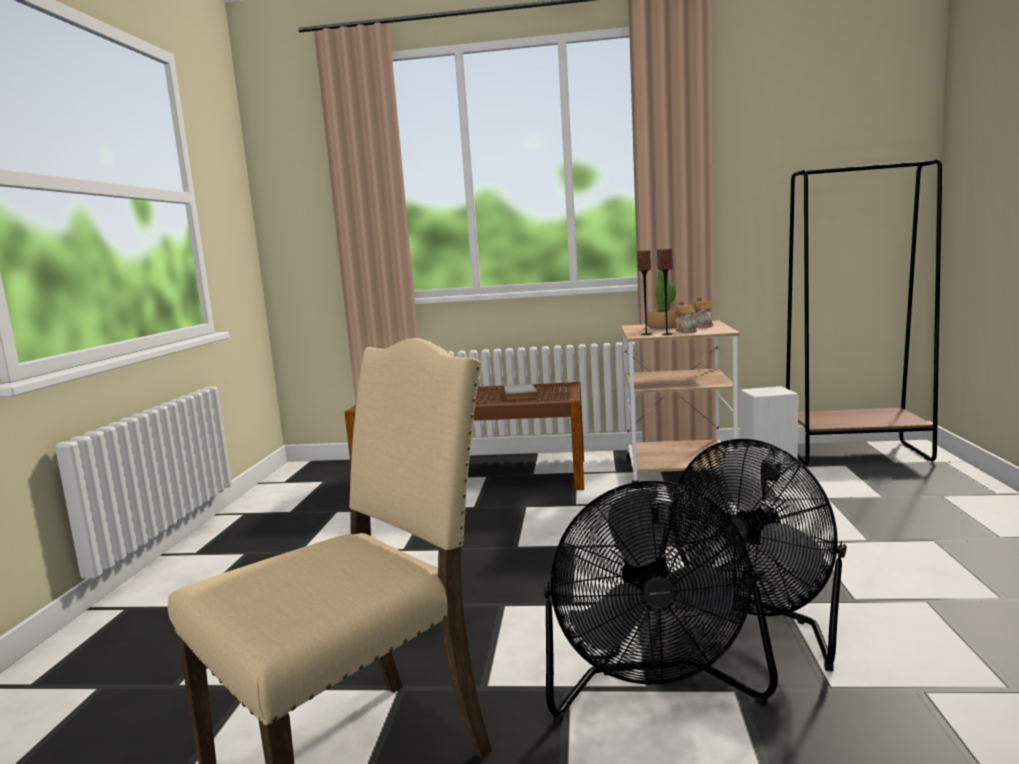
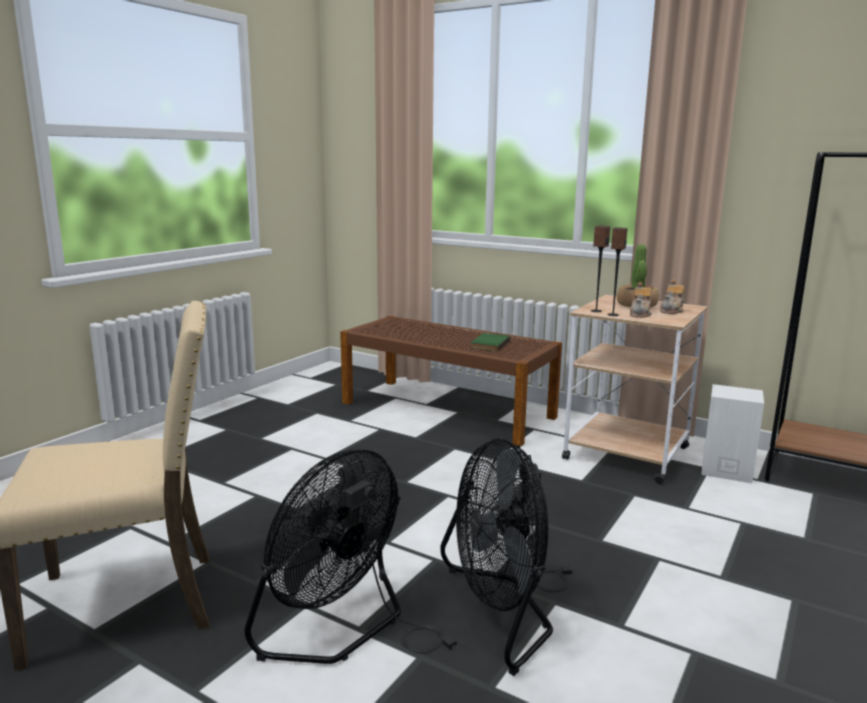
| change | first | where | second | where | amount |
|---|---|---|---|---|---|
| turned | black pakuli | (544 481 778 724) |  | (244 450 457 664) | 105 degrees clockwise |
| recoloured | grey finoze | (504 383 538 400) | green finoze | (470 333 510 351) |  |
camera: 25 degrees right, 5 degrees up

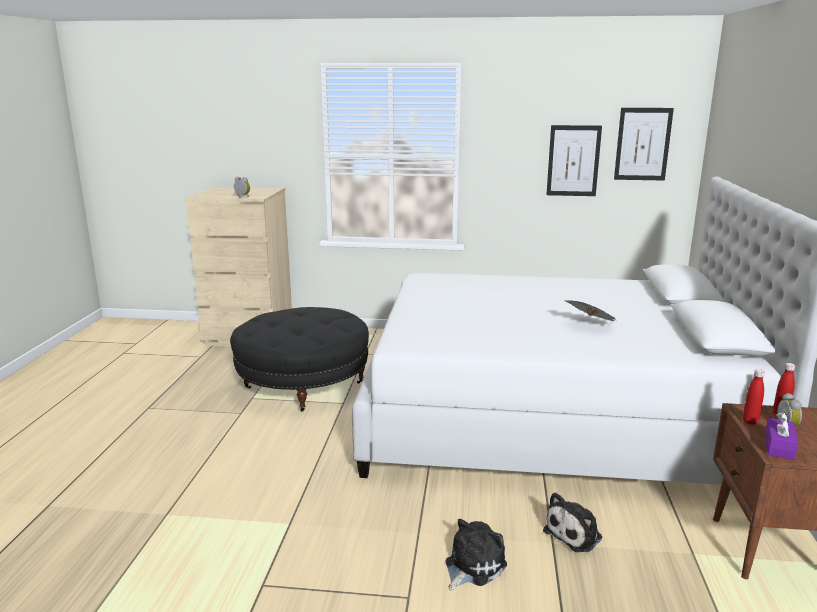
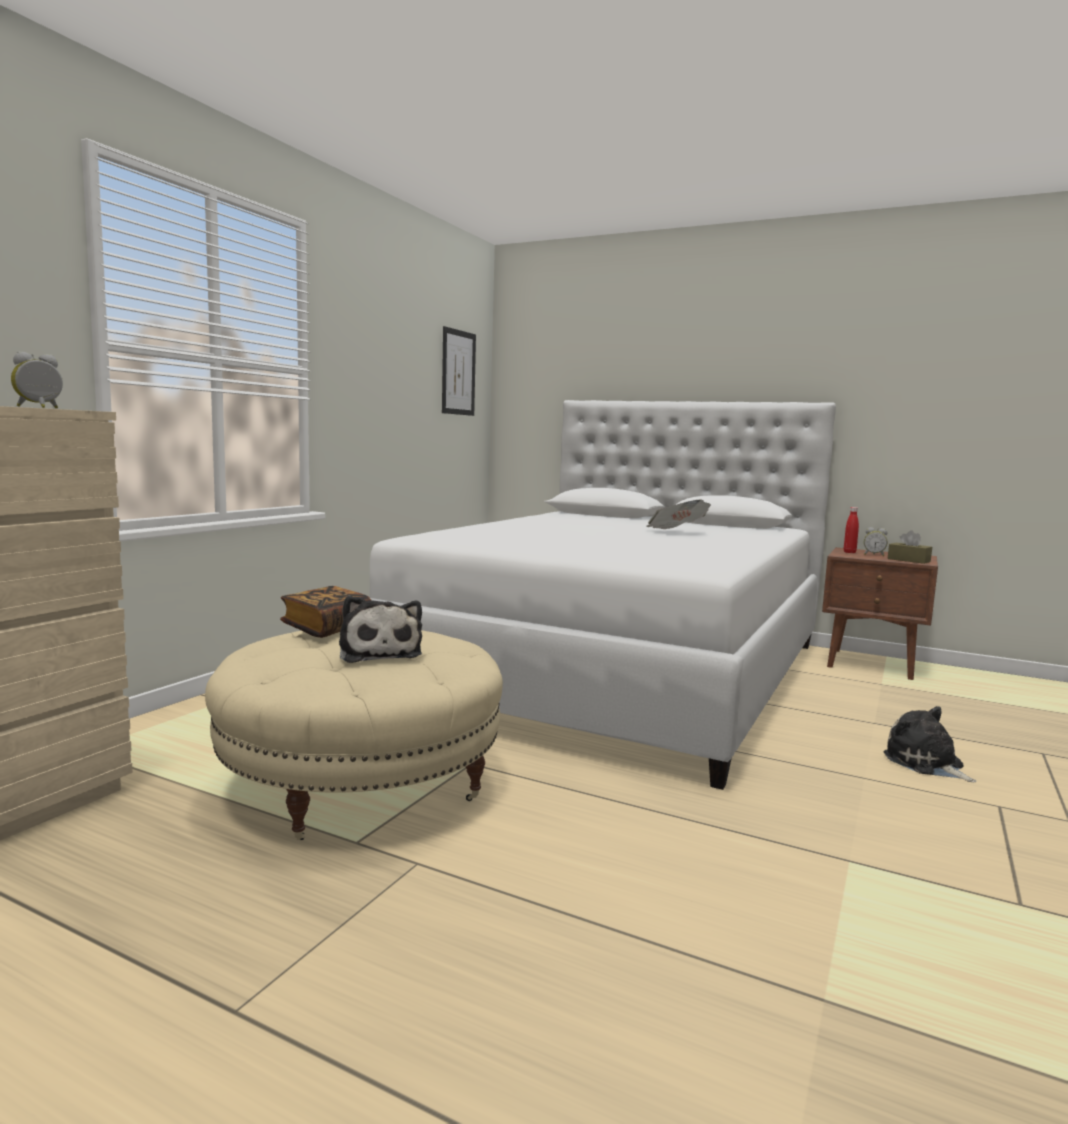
| change | first | where | second | where | amount |
|---|---|---|---|---|---|
| recoloured | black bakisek | (230 307 369 412) | beige bakisek | (205 630 503 840) |  |
| added |  |  | finoze | (280 586 372 638) |  |
| moved | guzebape | (543 492 602 552) |  | (339 595 422 663) |  |
| recoloured | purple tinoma | (765 412 798 460) | brown tinoma | (887 530 932 564) |  |
| removed | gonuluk | (547 125 602 196) |  |  |  |
| removed | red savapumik | (743 369 765 425) |  |  |  |
camera: 70 degrees left, 10 degrees down

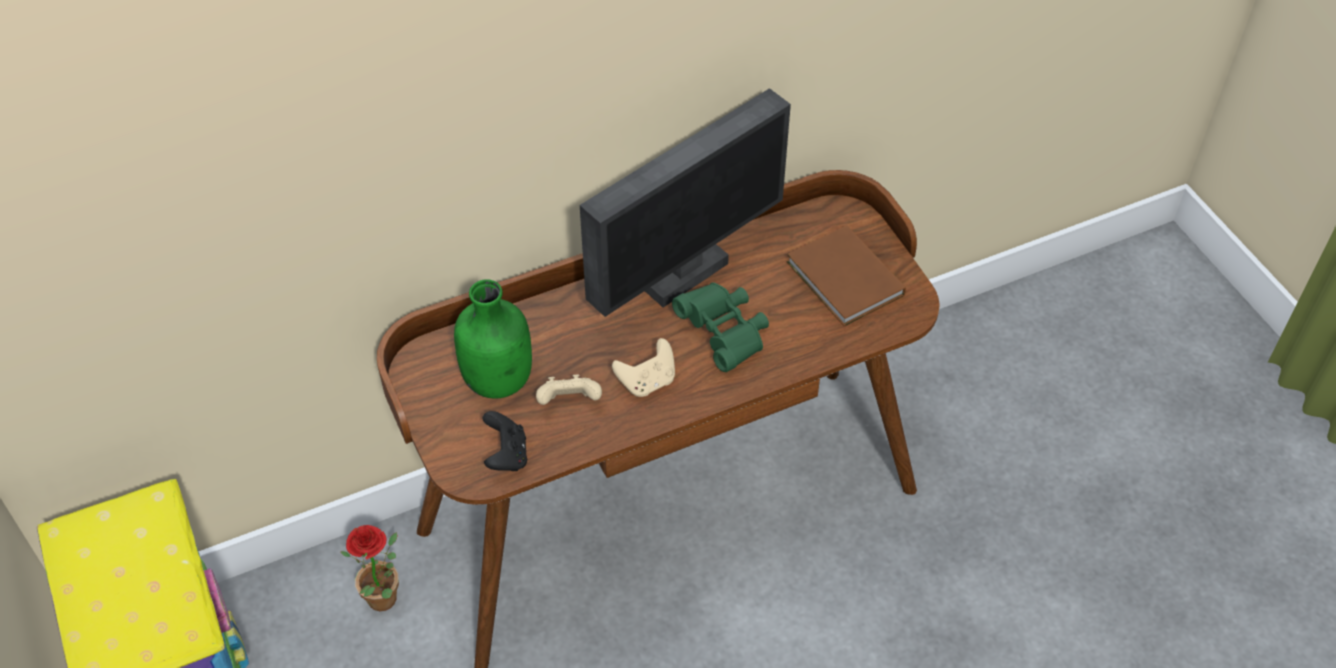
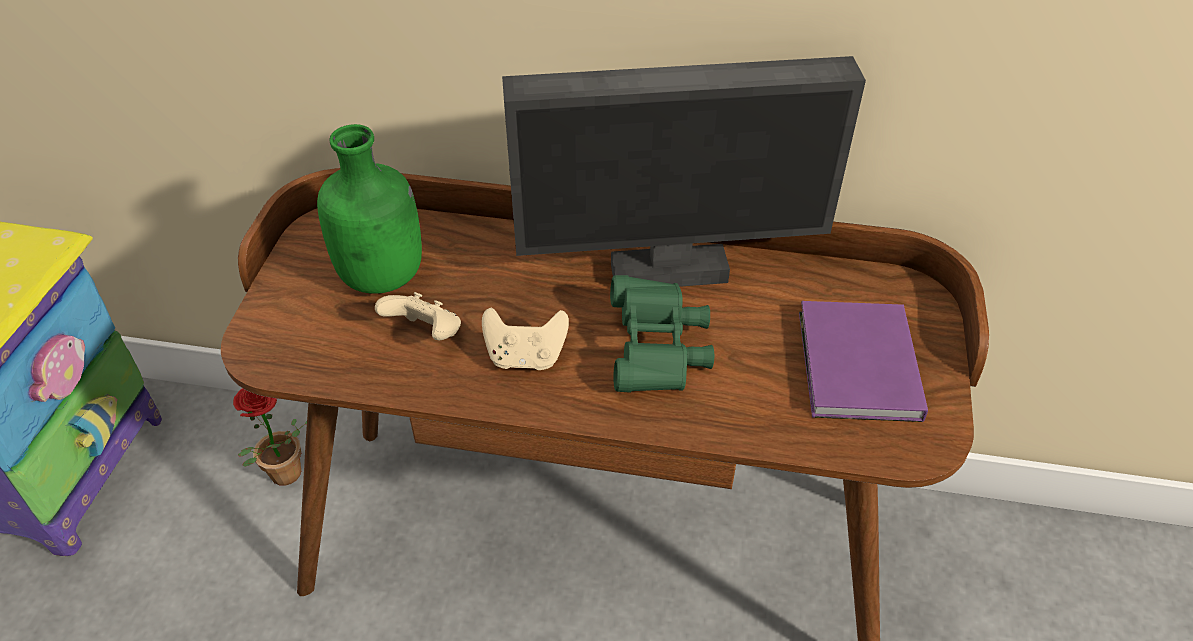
| change | first | where | second | where | amount |
|---|---|---|---|---|---|
| recoloured | brown finoze | (787 225 906 326) | purple finoze | (799 301 928 422) |  |
| removed | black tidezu | (482 411 527 471) |  |  |  |
camera: 35 degrees right, 5 degrees down

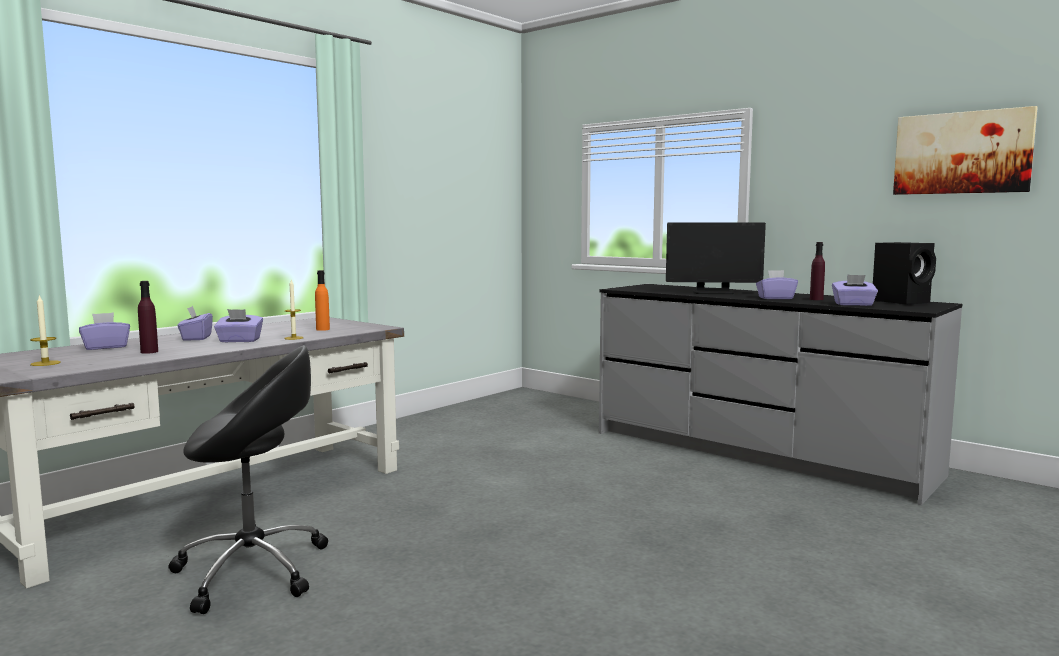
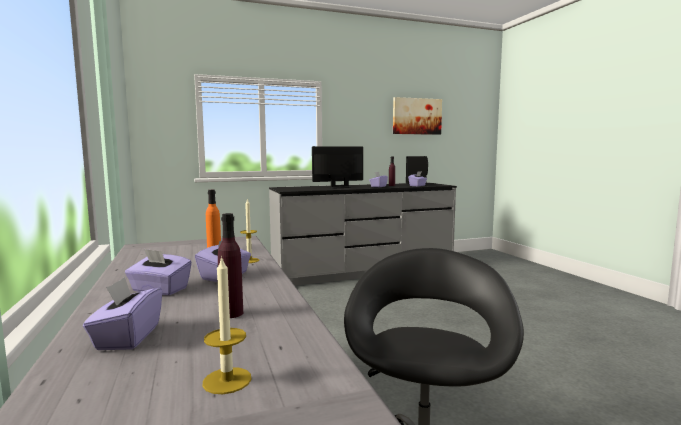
| change | first | where | second | where | amount |
|---|---|---|---|---|---|
| turned | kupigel | (666 222 766 294) |  | (312 146 363 189) | 150 degrees counterclockwise |
camera: 60 degrees left, 0 degrees up

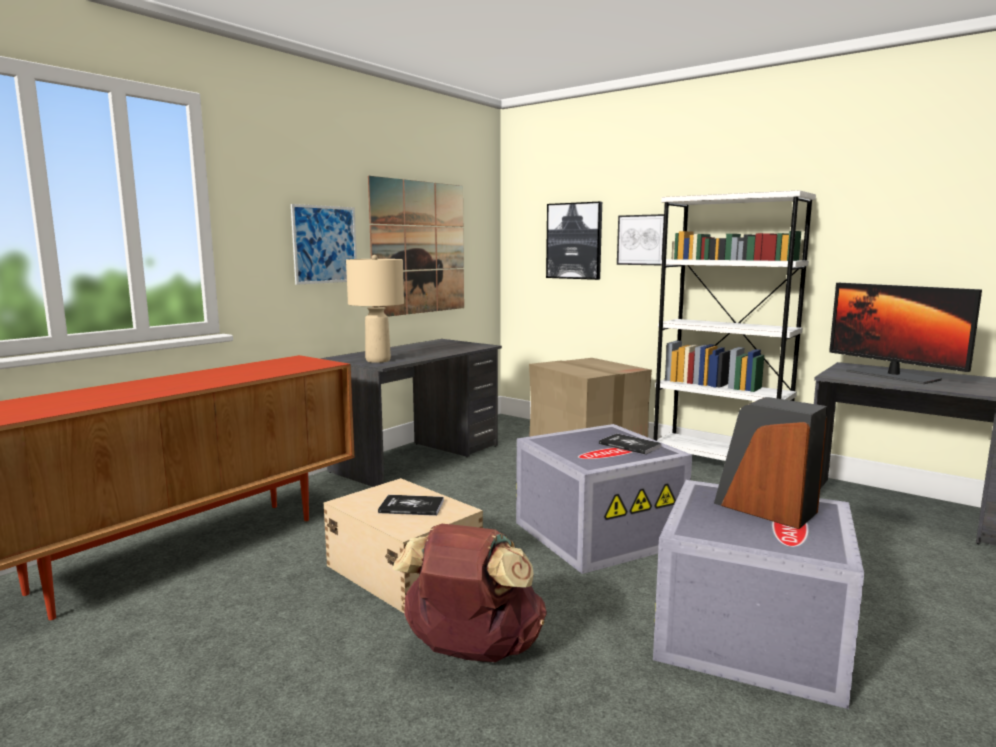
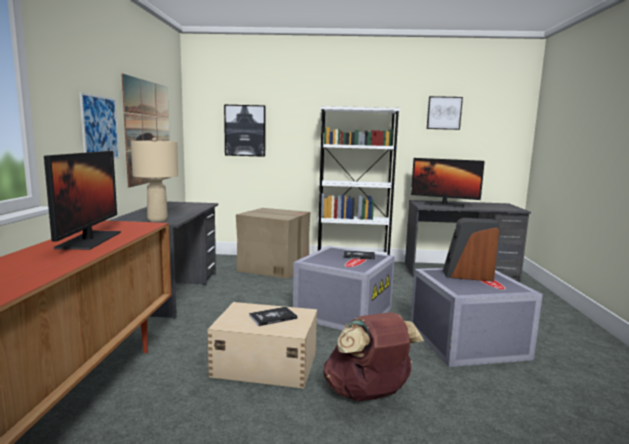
| change | first | where | second | where | amount |
|---|---|---|---|---|---|
| added |  |  | kupigel | (44 151 121 250) |  |
| moved | gonuluk | (617 214 664 266) |  | (427 96 463 130) |  |
camera: 35 degrees left, 0 degrees up

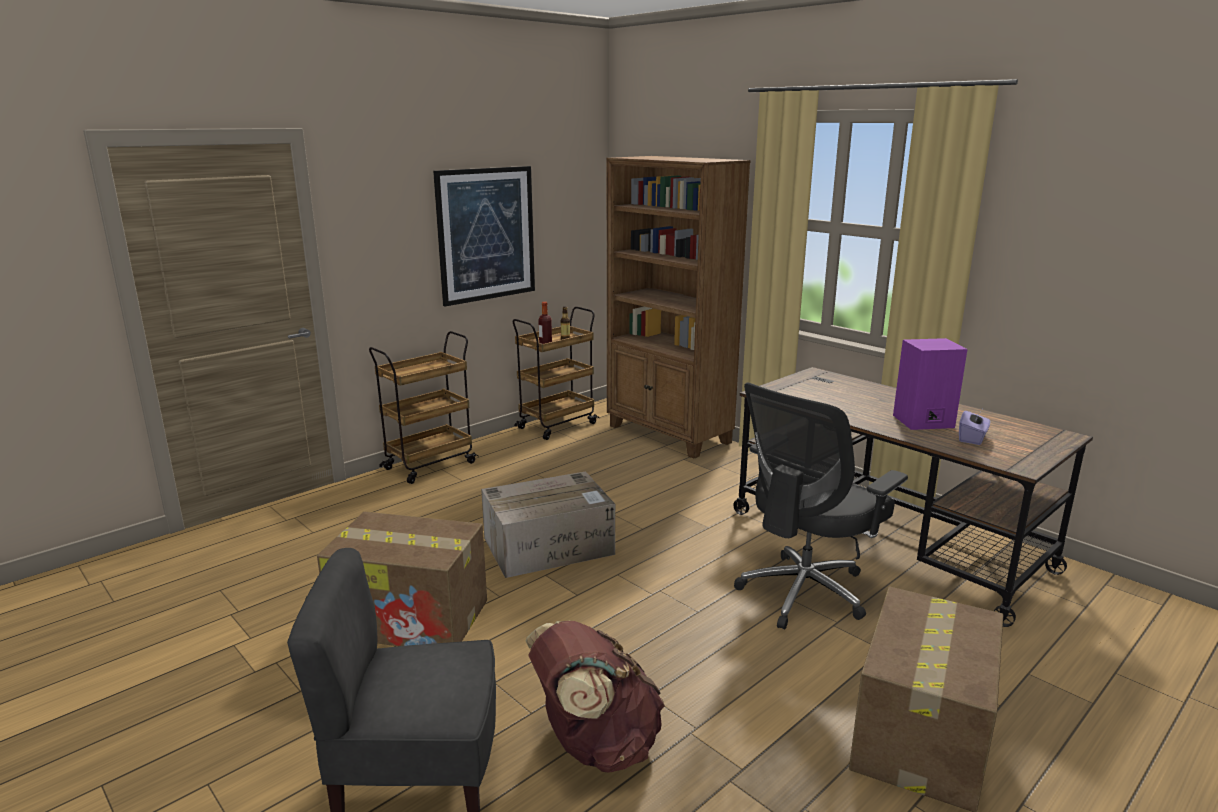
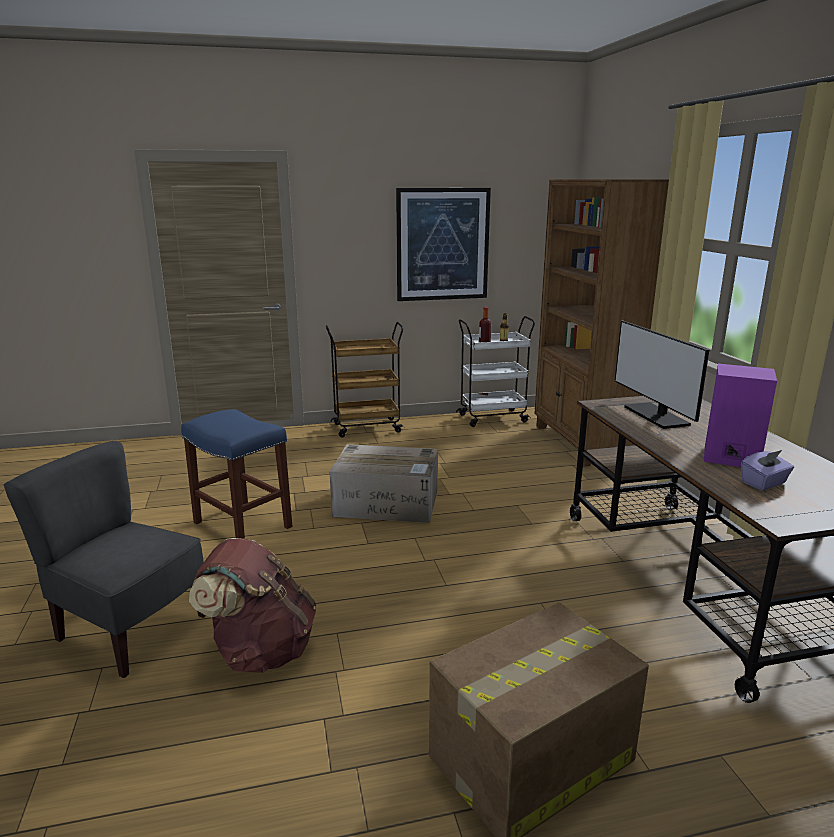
| change | first | where | second | where | amount |
|---|---|---|---|---|---|
| replaced | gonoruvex | (317 512 487 646) | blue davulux | (181 409 292 539) |  |
| recoloured | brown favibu | (513 307 599 440) | white favibu | (456 316 535 427) |  |
| added |  |  | kupigel | (615 321 709 429) |  |
| removed | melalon | (734 382 908 629) |  |  |  |
camera: 30 degrees right, 0 degrees up

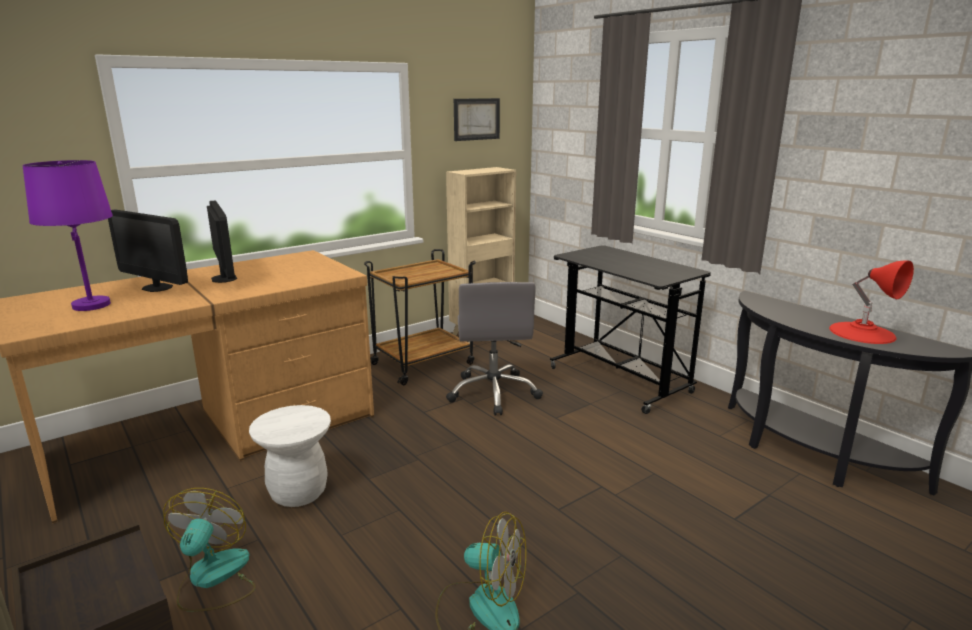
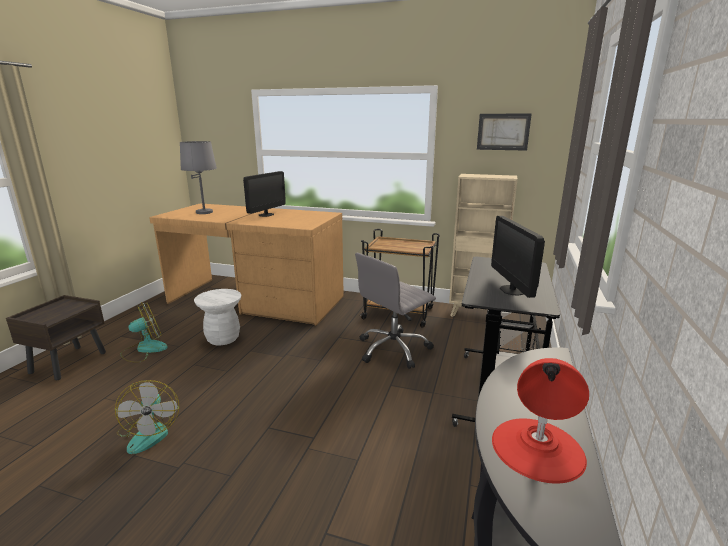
| change | first | where | second | where | amount |
|---|---|---|---|---|---|
| recoloured | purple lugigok | (22 160 113 311) | grey lugigok | (180 141 217 214) |  |
| moved | kupigel | (108 209 188 292) |  | (491 216 545 298) |  |
camera: 55 degrees right, 0 degrees up

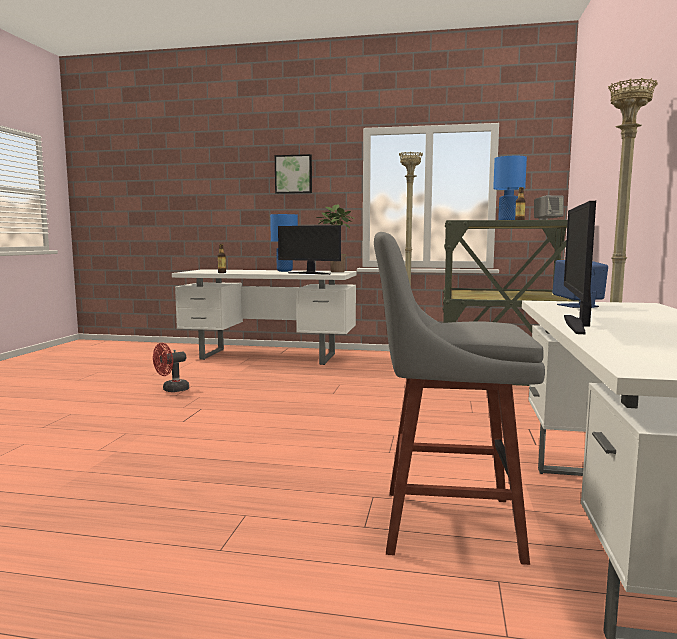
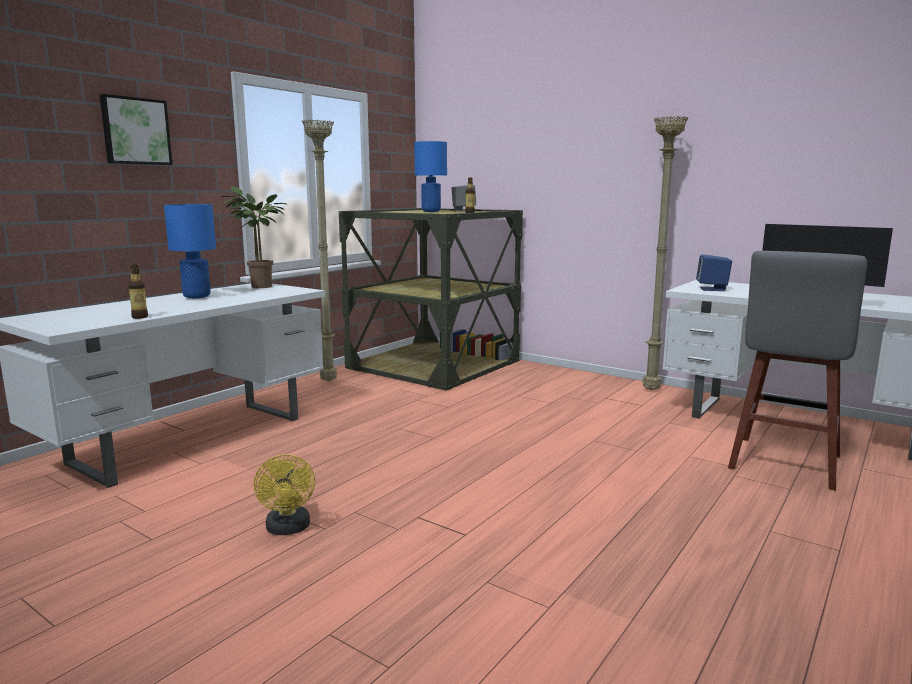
| change | first | where | second | where | amount |
|---|---|---|---|---|---|
| recoloured | red pakuli | (153 343 189 392) | yellow pakuli | (253 454 315 535) |  |
| removed | kupigel | (278 225 341 275) |  |  |  |
camera: 65 degrees left, 5 degrees up

